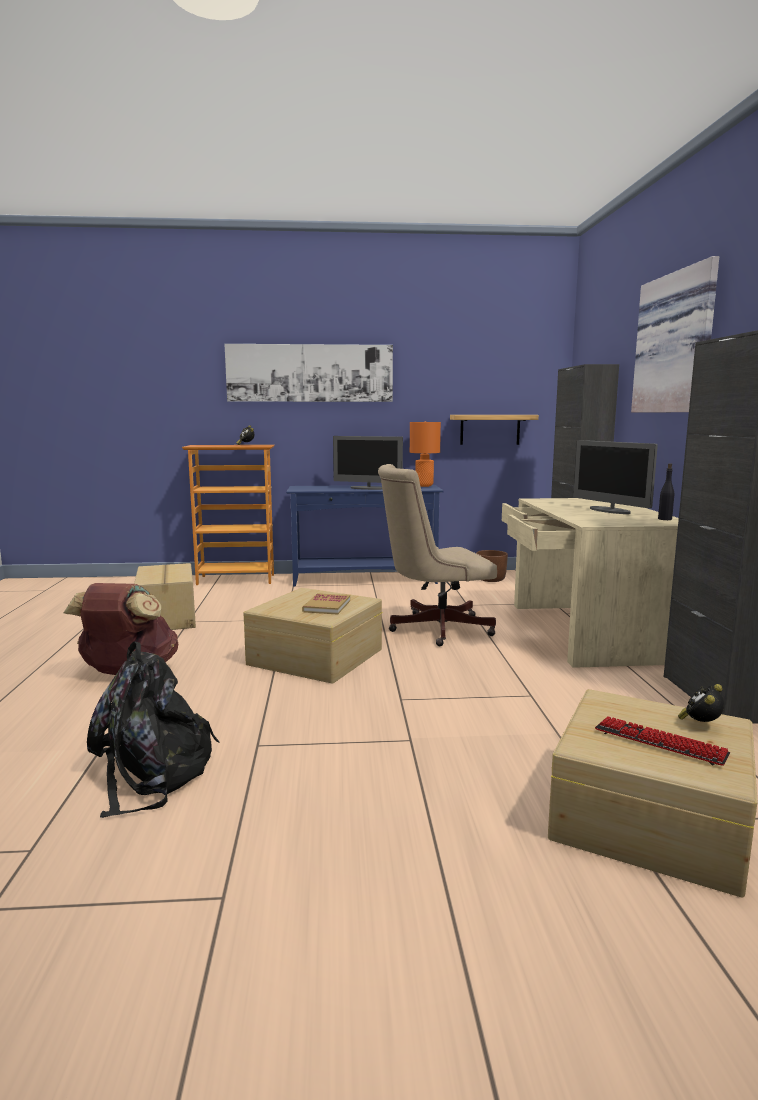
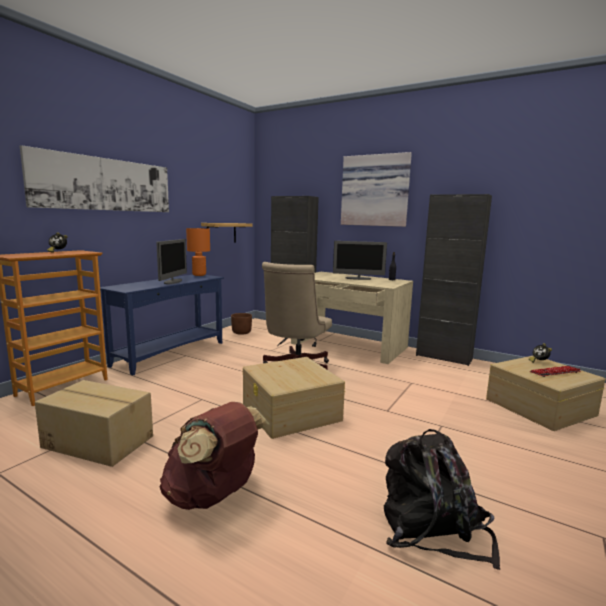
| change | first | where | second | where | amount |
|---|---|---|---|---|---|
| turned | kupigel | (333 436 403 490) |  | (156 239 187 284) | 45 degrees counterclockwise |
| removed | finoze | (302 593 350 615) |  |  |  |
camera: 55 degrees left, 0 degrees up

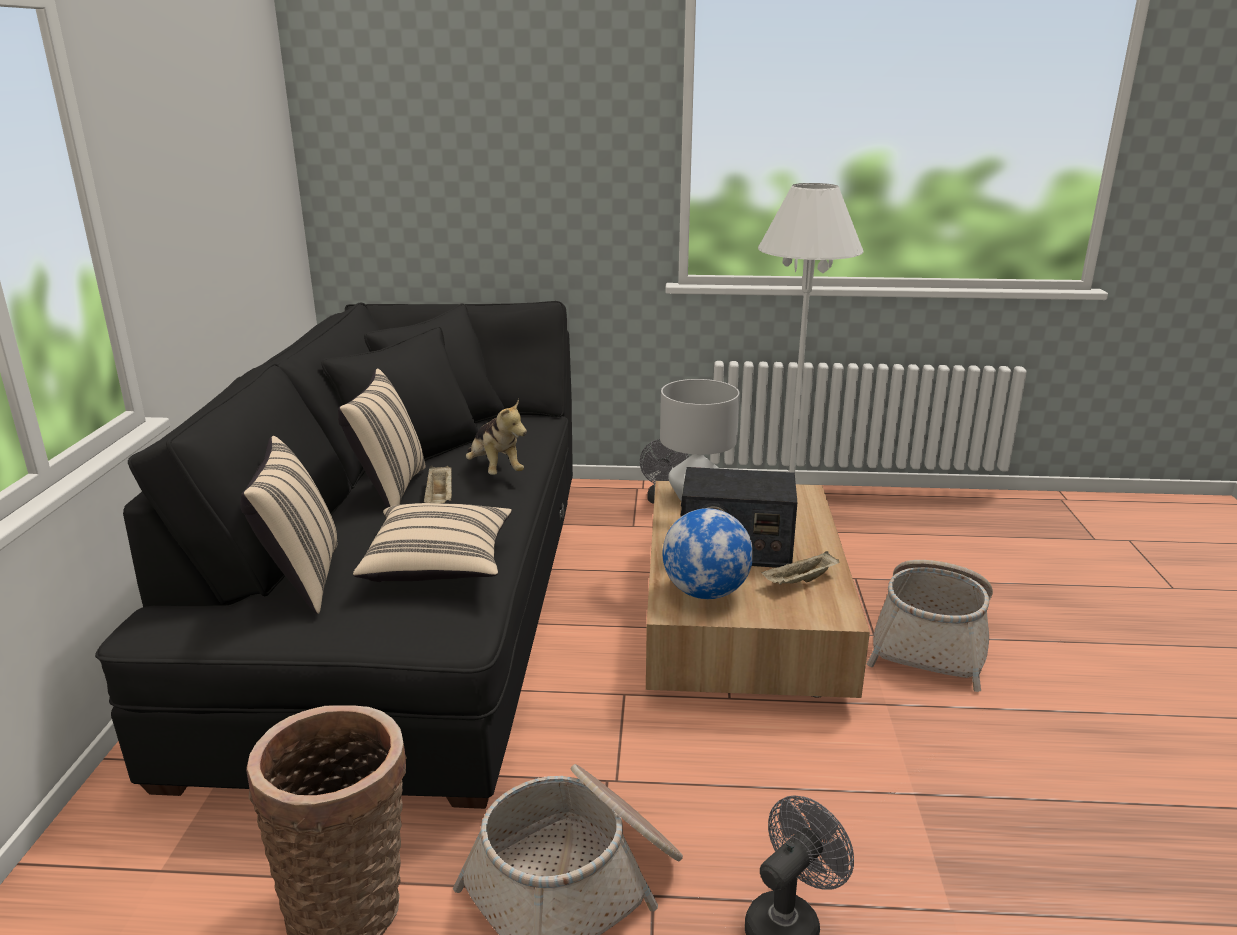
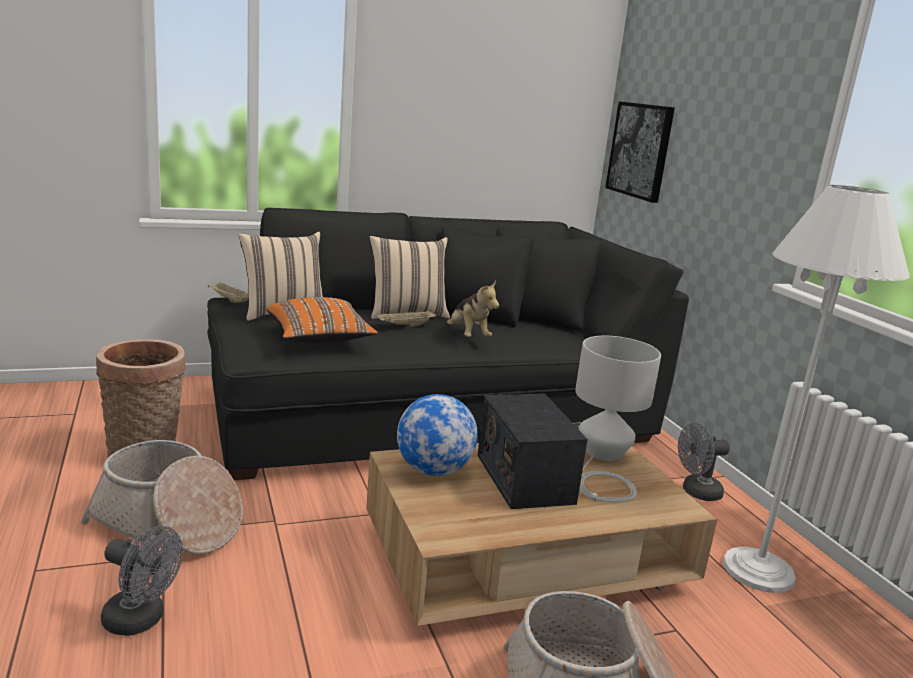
| change | first | where | second | where | amount |
|---|---|---|---|---|---|
| moved | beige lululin | (762 551 839 585) |  | (208 282 249 303) |  |
| recoloured | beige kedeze | (353 503 512 582) | orange kedeze | (266 297 378 343) |  |
| turned | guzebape | (466 399 527 475) |  | (446 281 499 337) | 60 degrees counterclockwise |
| added |  |  | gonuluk | (605 101 675 203) |  |
camera: 65 degrees right, 5 degrees down

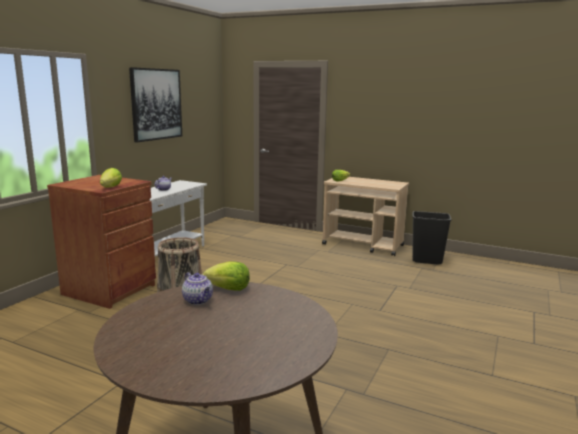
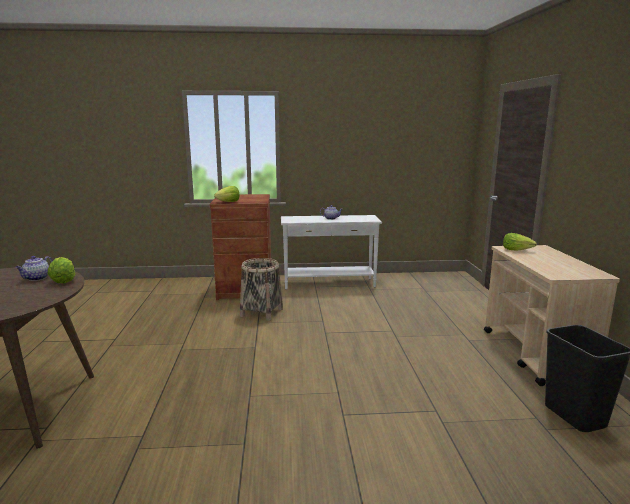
| change | first | where | second | where | amount |
|---|---|---|---|---|---|
| removed | gonuluk | (129 67 182 142) |  |  |  |
camera: 60 degrees right, 0 degrees up

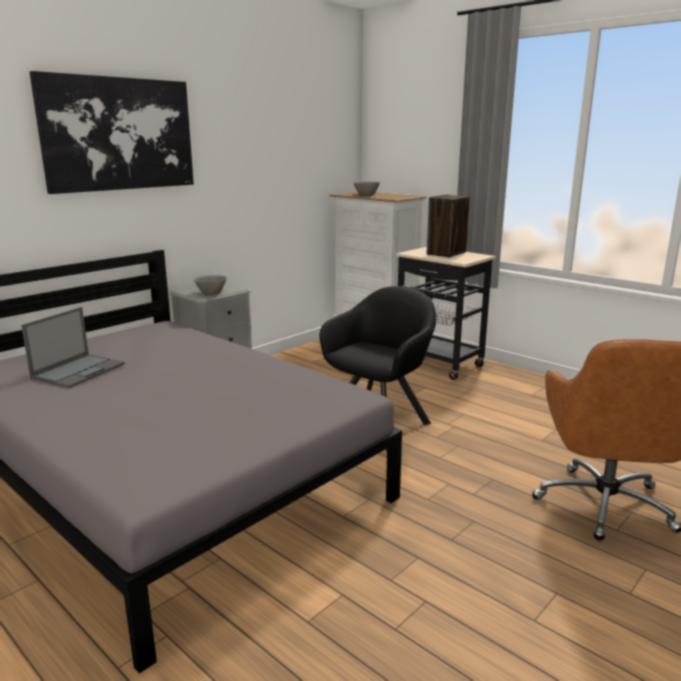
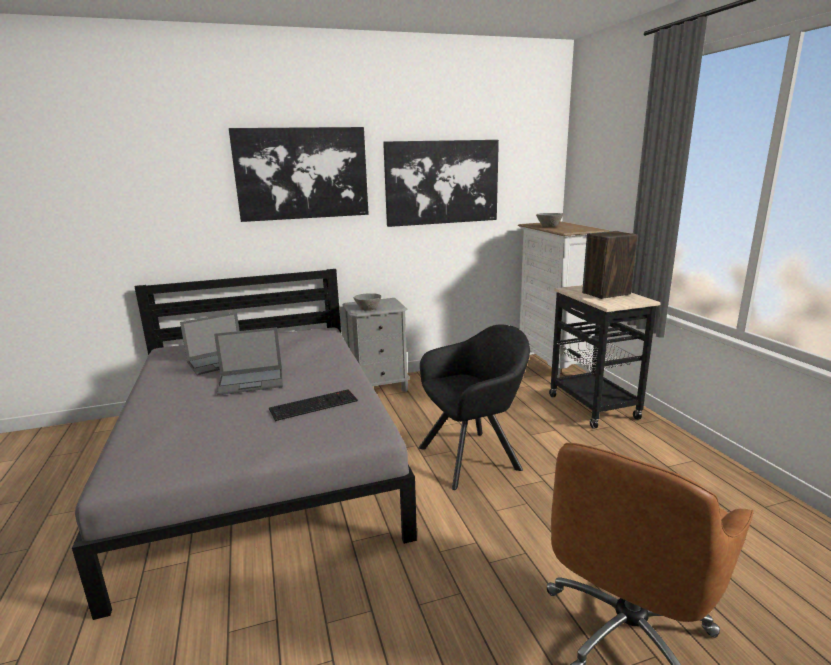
| change | first | where | second | where | amount |
|---|---|---|---|---|---|
| added |  |  | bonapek | (214 327 283 395) |  |
| added |  |  | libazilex | (269 389 358 421) |  |
| added |  |  | gonuluk | (383 140 499 227) |  |
camera: 30 degrees right, 0 degrees up

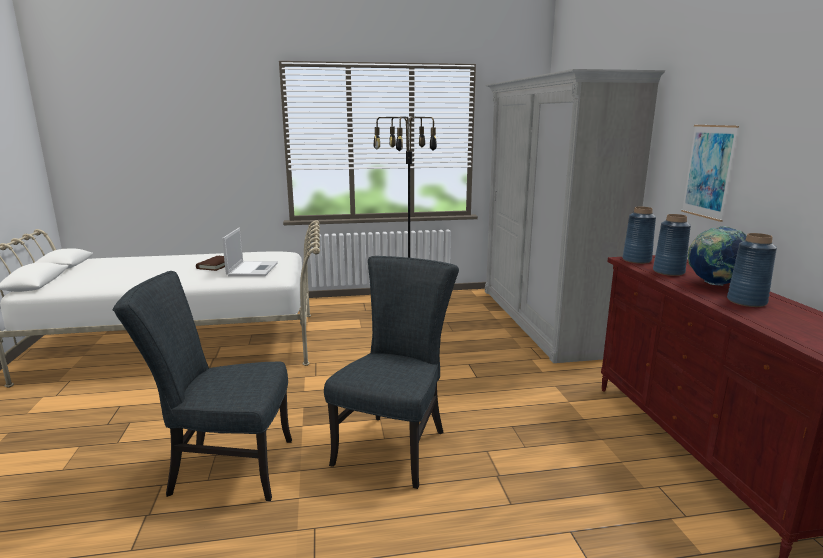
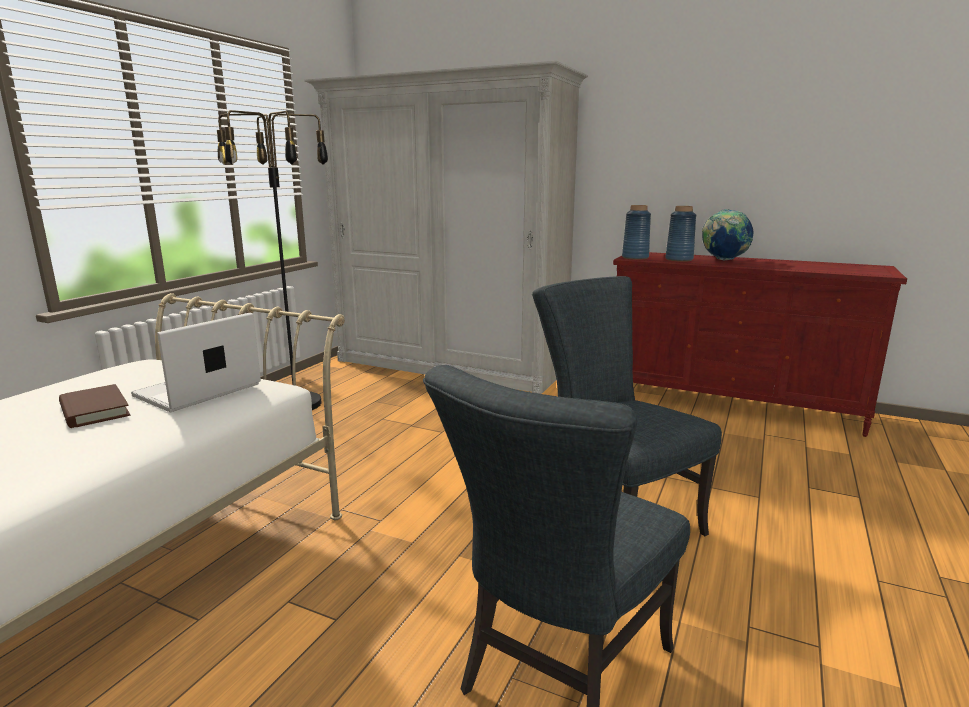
| change | first | where | second | where | amount |
|---|---|---|---|---|---|
| turned | bonapek | (222 228 278 277) |  | (131 313 261 412) | 90 degrees counterclockwise |
| removed | gonuluk | (681 125 739 222) |  |  |  |
| removed | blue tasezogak | (727 233 777 307) |  |  |  |
camera: 55 degrees left, 0 degrees up

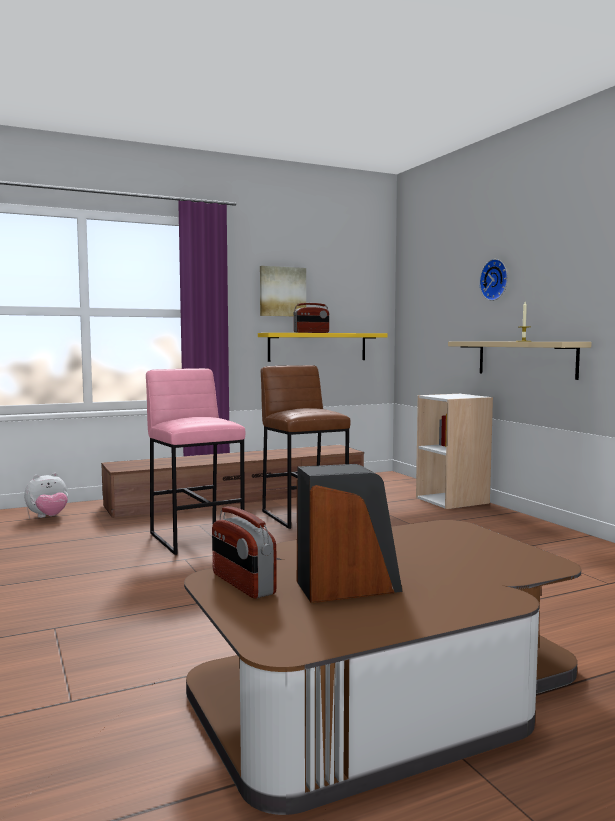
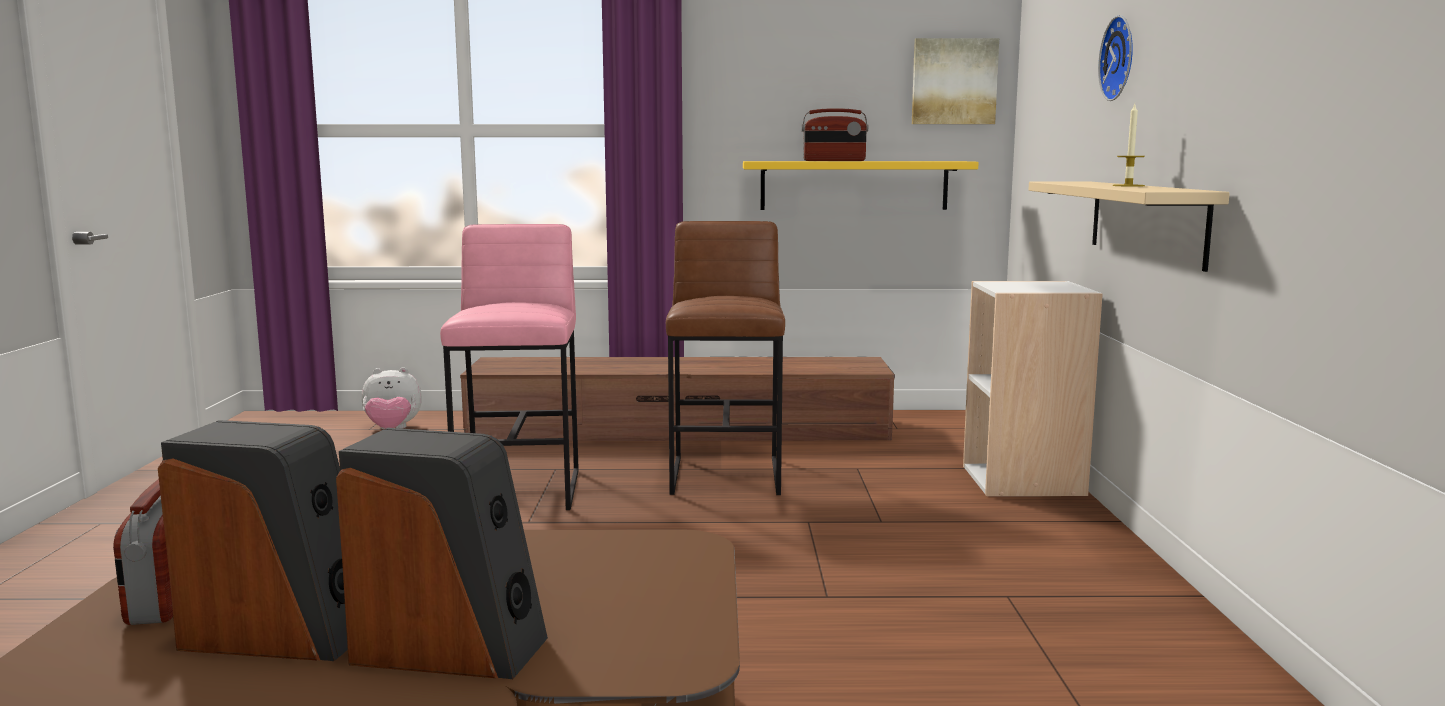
| change | first | where | second | where | amount |
|---|---|---|---|---|---|
| added |  |  | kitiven | (336 428 548 679) |  |
| moved | gonuluk | (260 266 306 316) |  | (912 38 999 124) |  |
camera: 25 degrees right, 5 degrees up

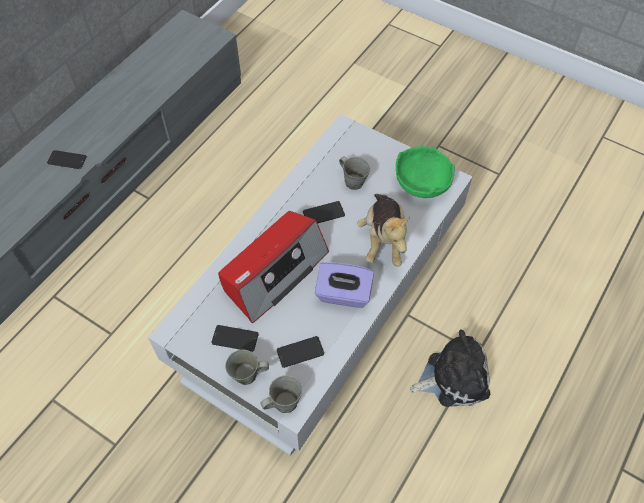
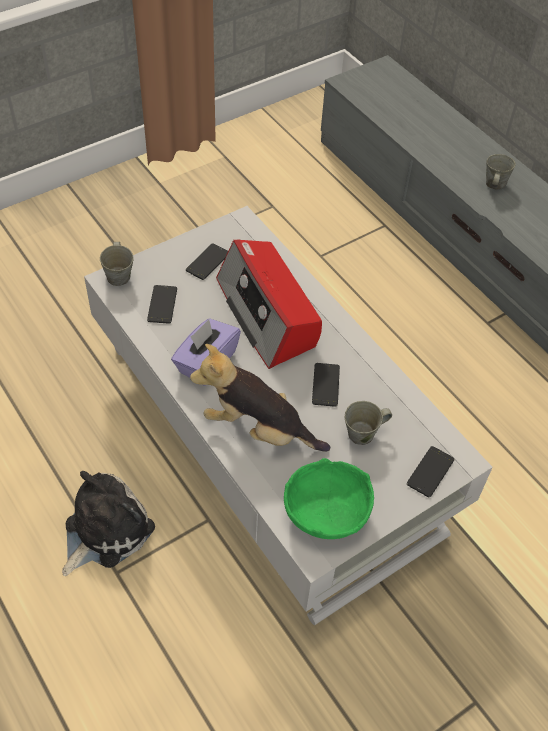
| change | first | where | second | where | amount |
|---|---|---|---|---|---|
| turned | guzebape | (410 330 490 407) |  | (62 471 155 576) | 150 degrees counterclockwise |
| moved | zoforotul | (47 150 87 169) |  | (407 446 454 497) |  |
| moved | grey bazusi | (225 349 269 385) |  | (486 154 516 190) |  |
camera: 110 degrees right, 5 degrees down

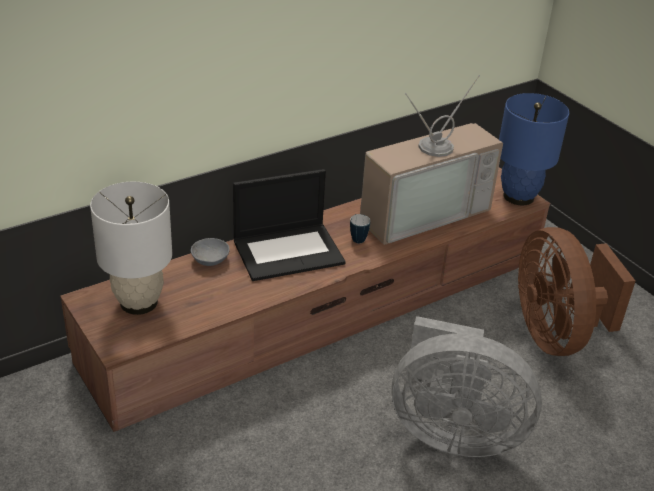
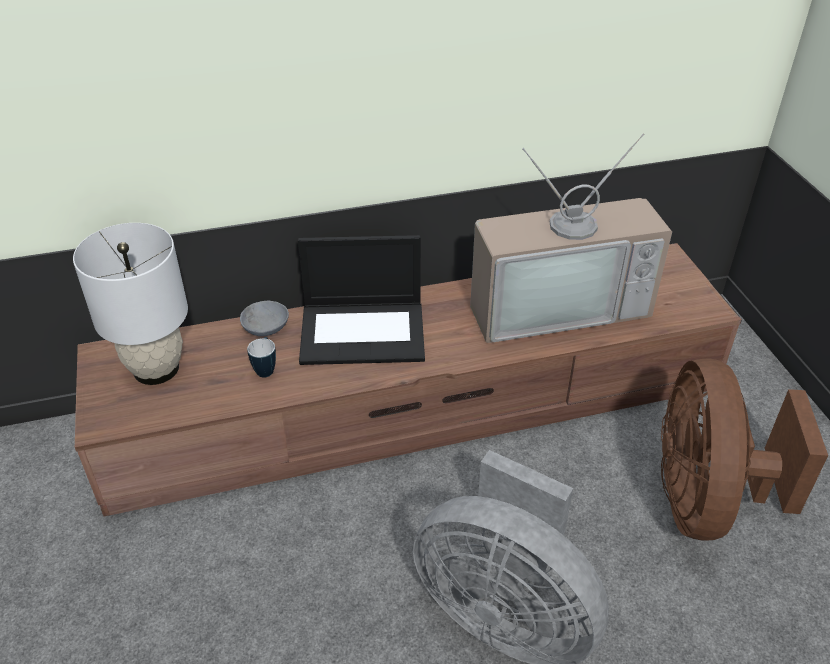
| change | first | where | second | where | amount |
|---|---|---|---|---|---|
| moved | bazusi | (350 214 370 244) |  | (247 337 276 378) |  |
| removed | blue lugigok | (499 93 569 205) |  |  |  |
camera: 20 degrees right, 5 degrees up

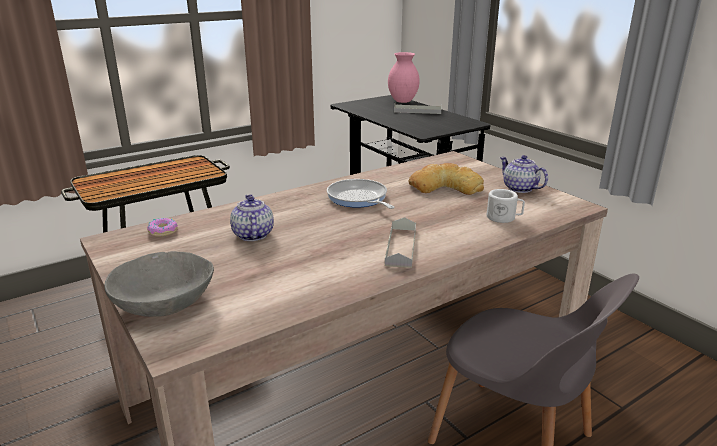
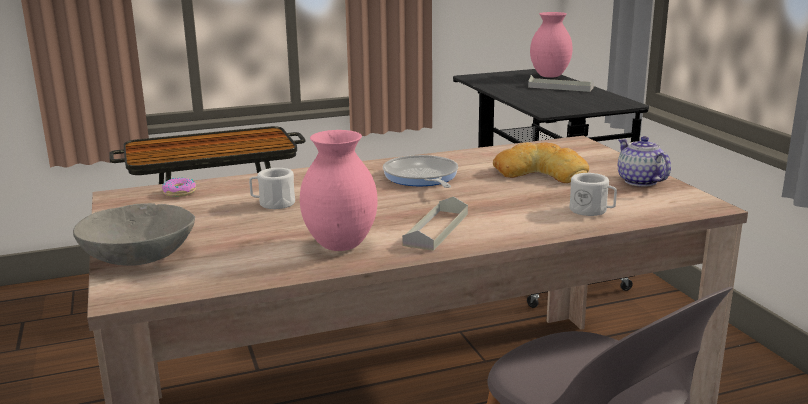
| change | first | where | second | where | amount |
|---|---|---|---|---|---|
| replaced | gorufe | (230 194 274 241) | white bazusi | (249 168 295 209) |  |
| added |  |  | pink tasezogak | (300 130 378 251) |  |
camera: 15 degrees right, 5 degrees down

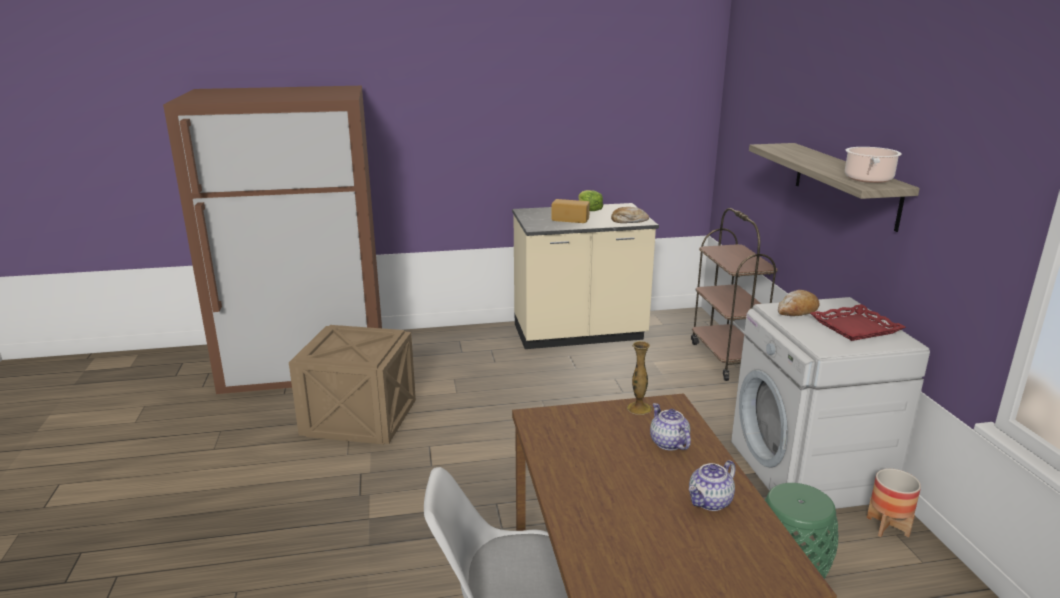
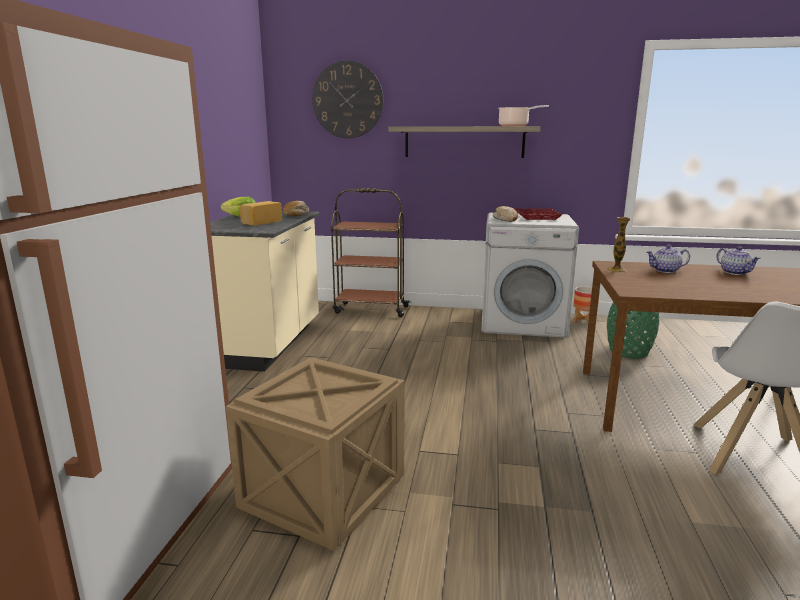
| change | first | where | second | where | amount |
|---|---|---|---|---|---|
| added |  |  | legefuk | (312 61 383 138) |  |
camera: 70 degrees left, 5 degrees down

